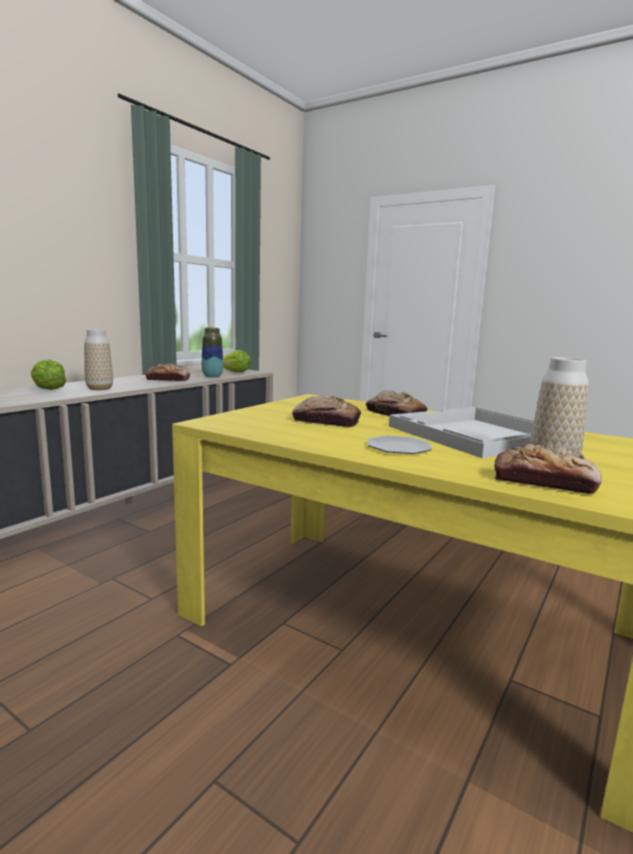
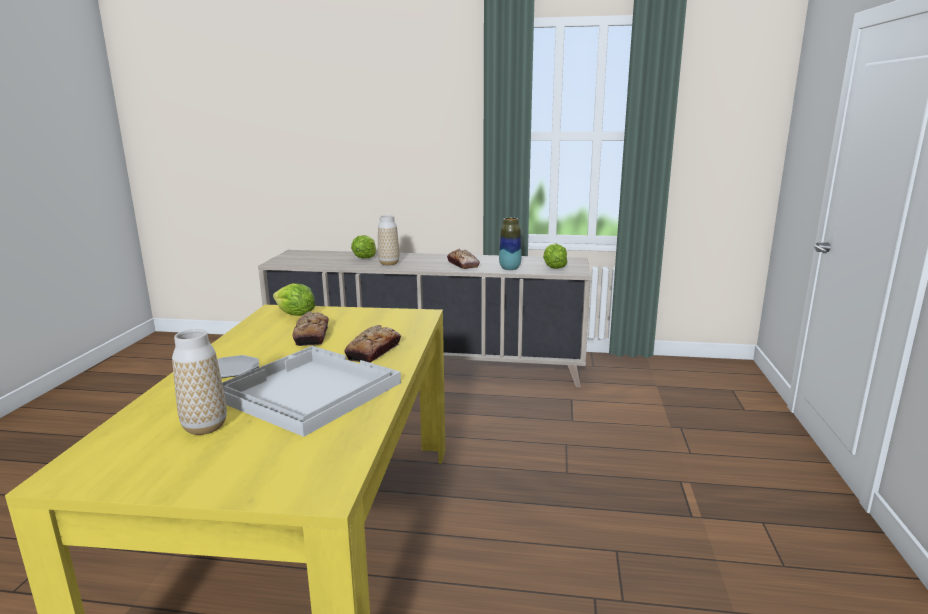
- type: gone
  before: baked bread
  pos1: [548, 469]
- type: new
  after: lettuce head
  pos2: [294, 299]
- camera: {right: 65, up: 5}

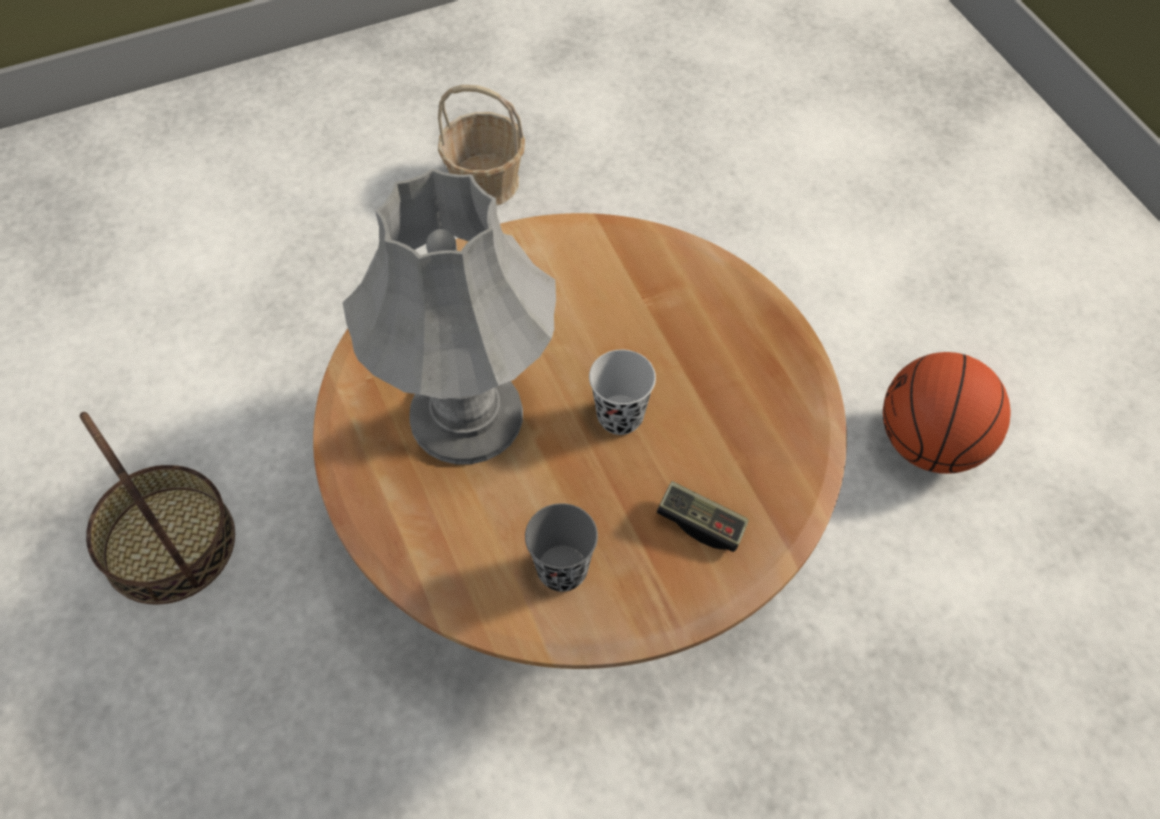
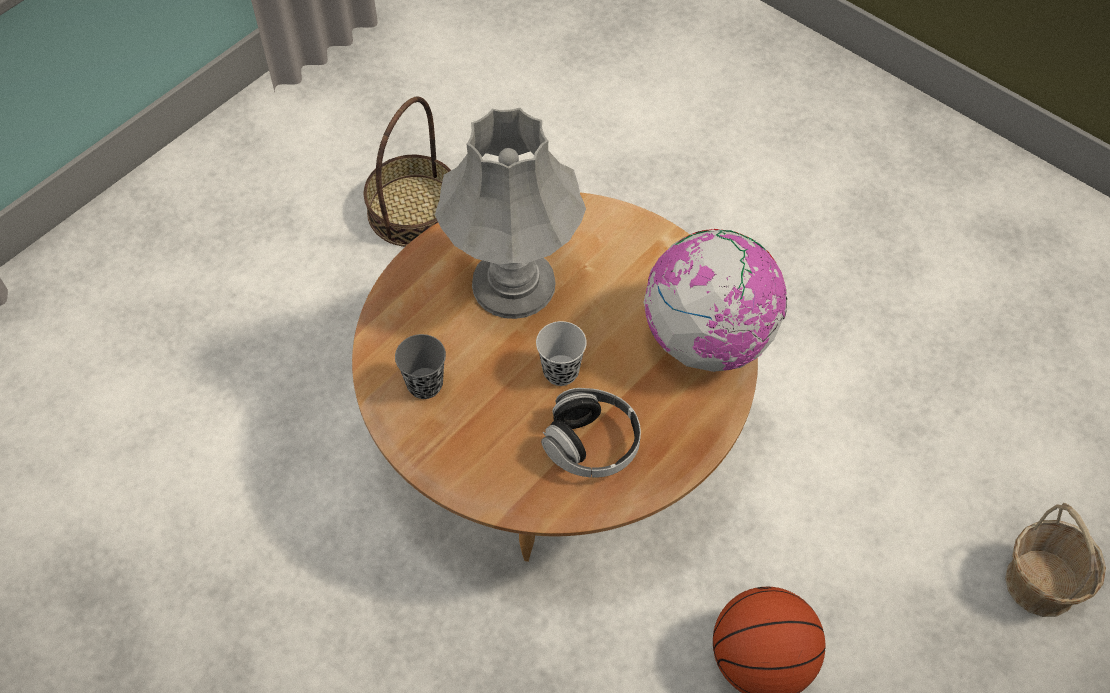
- type: gone
  before: joypad
  pos1: [703, 516]
- type: new
  after: headphones
  pos2: [591, 433]
- type: new
  after: globe
  pos2: [715, 300]
- type: shifted
  before: household basket
  pos1: [481, 145]
  pos2: [1055, 560]
- camera: {right: 65, up: 0}

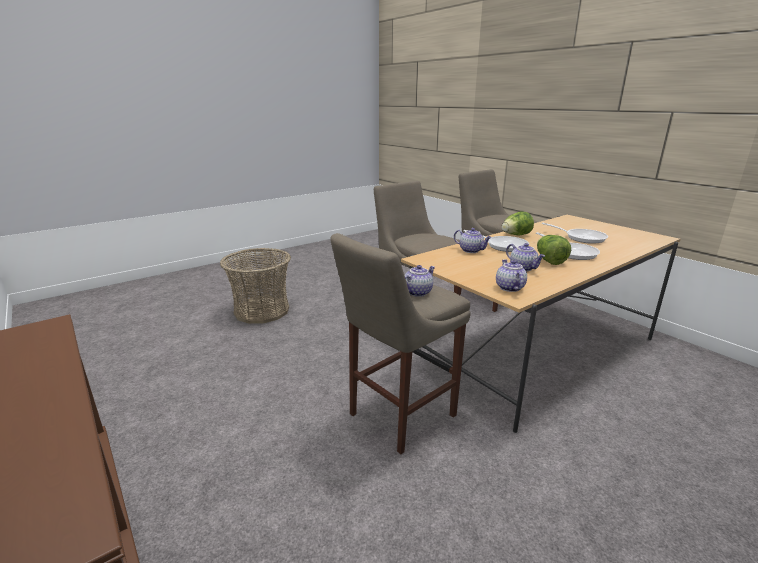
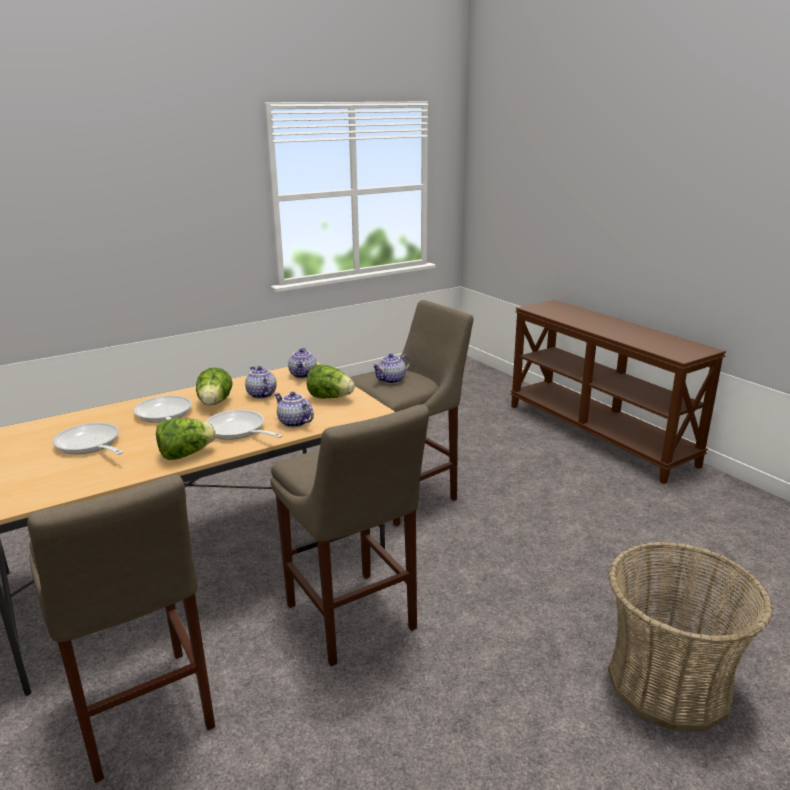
- type: new
  after: lettuce head
  pos2: [331, 381]
- camera: {right: -175, up: 0}

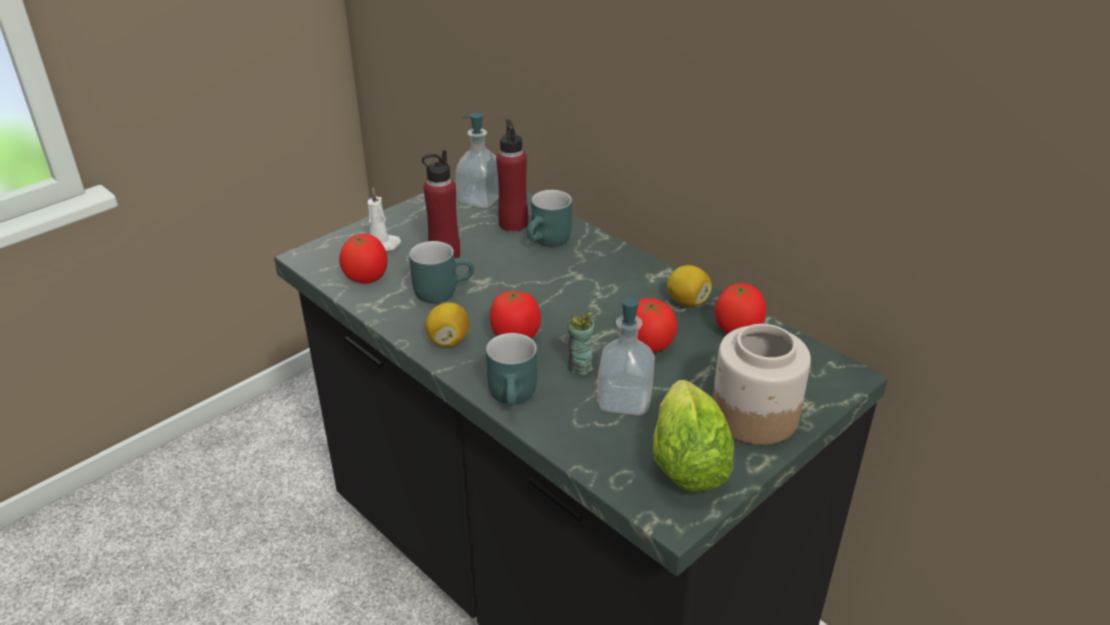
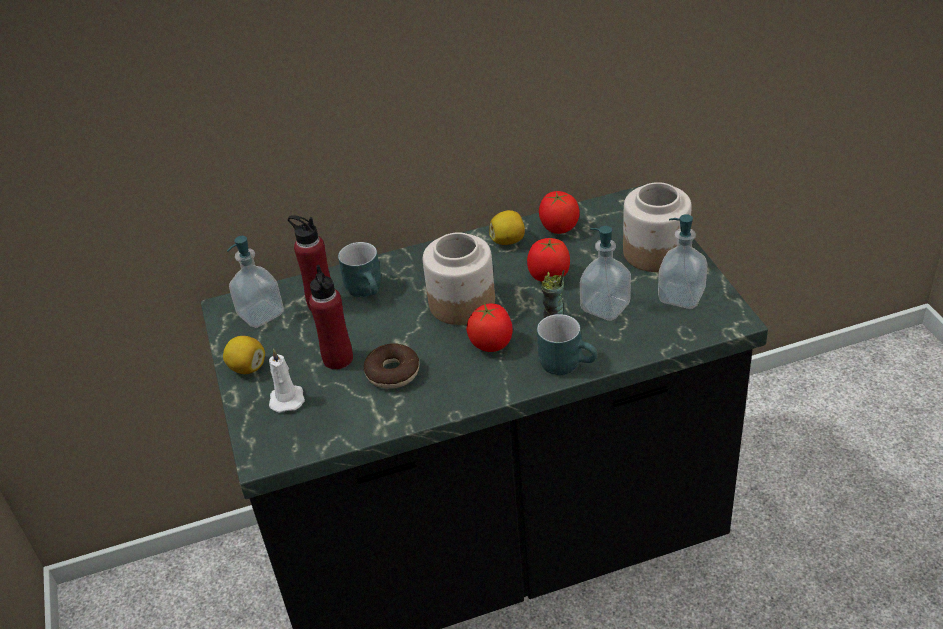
- type: gone
  before: fresh tomato
  pos1: [363, 258]
- type: new
  after: preserve jar
  pos2: [459, 278]
- type: shifted
  before: lemon
  pos1: [447, 324]
  pos2: [244, 355]
- type: swapped
  before: mug (turquoise-coloured)
  after: ring doughnut
  pos1: [441, 272]
  pos2: [391, 366]
- type: swapped
  before: lettuce head
  after: soap bottle
  pos1: [693, 436]
  pos2: [682, 261]
- camera: {right: -60, up: 5}

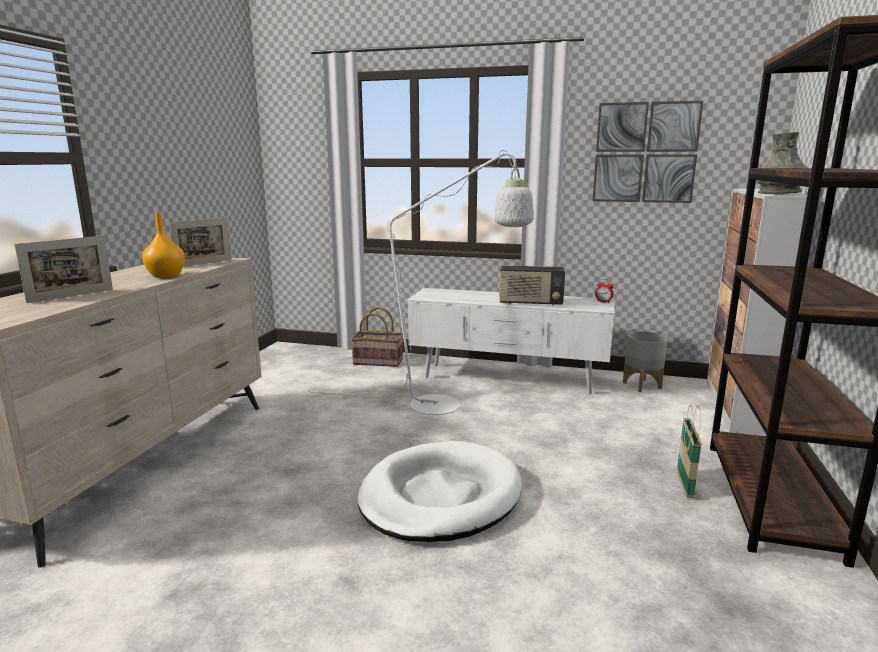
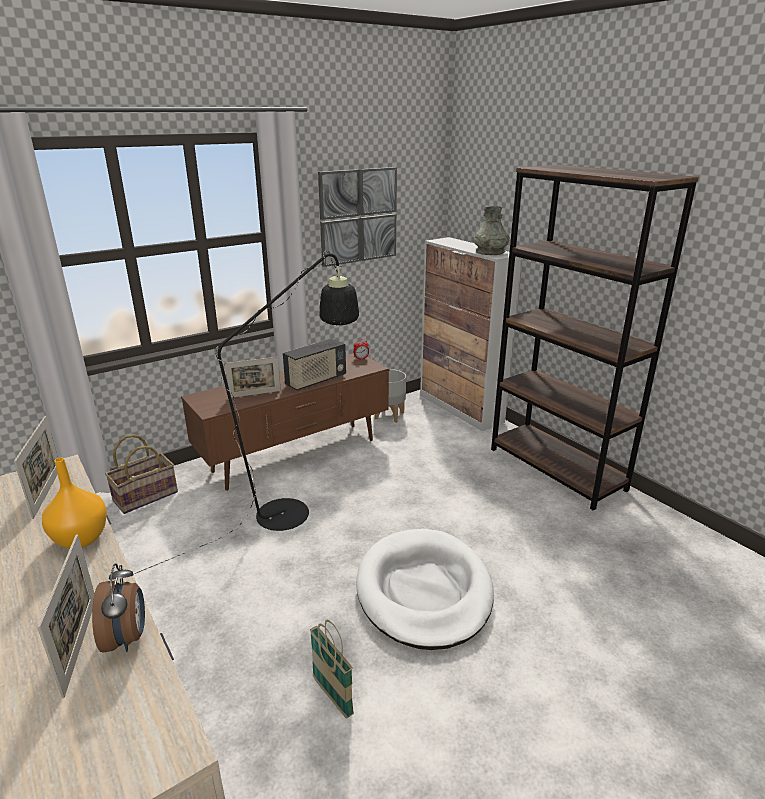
- type: new
  after: bedside clock
  pos2: [118, 608]
- type: new
  after: photo frame
  pos2: [252, 377]
- type: shifted
  before: household basket
  pos1: [689, 451]
  pos2: [332, 669]
- type: repainted
  before: standard lamp (white)
  after: standard lamp (black)
  pos1: [420, 282]
  pos2: [247, 412]
- type: repainted
  before: media console (white)
  after: media console (brown)
  pos1: [511, 341]
  pos2: [285, 422]
- camera: {right: -50, up: 10}

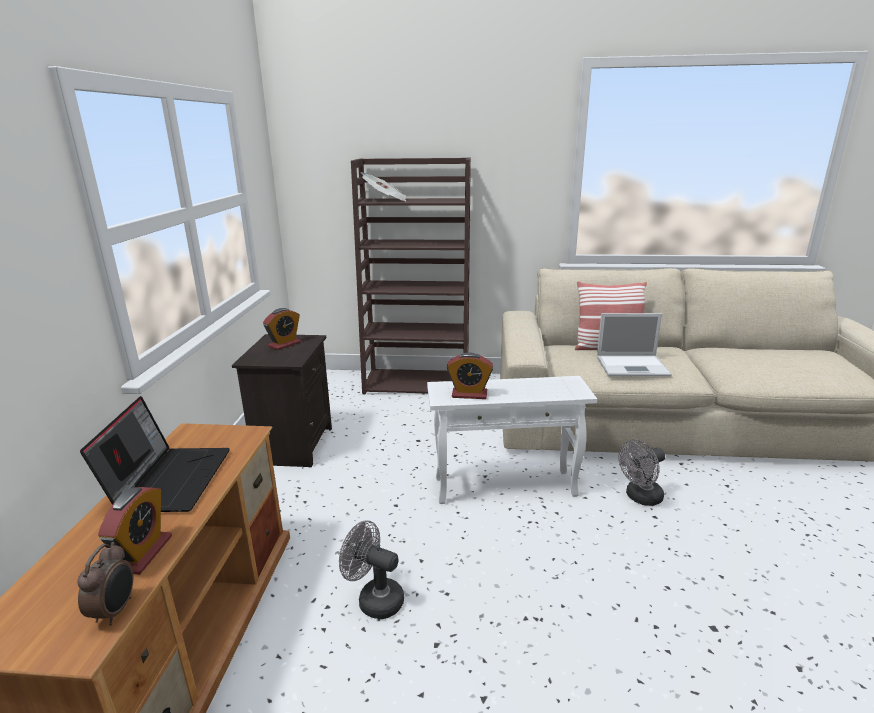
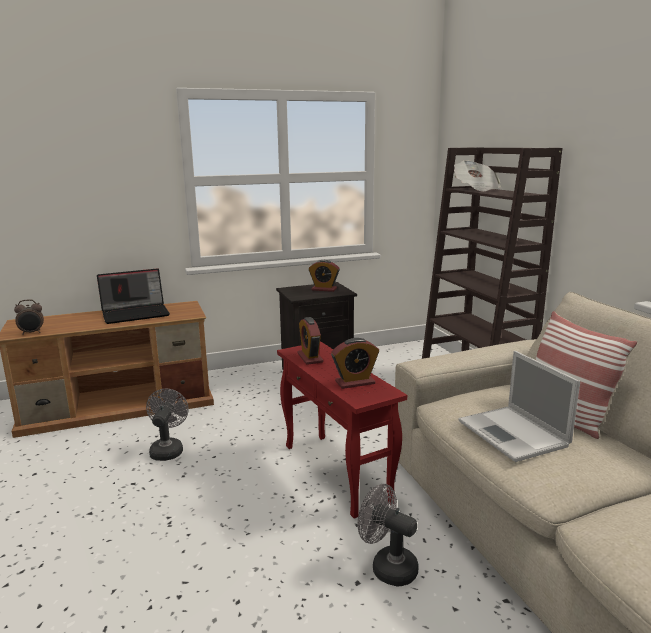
- type: shifted
  before: bedside clock
  pos1: [135, 531]
  pos2: [355, 363]
- type: repainted
  before: accent table (white)
  after: accent table (red)
  pos1: [512, 440]
  pos2: [342, 429]
- camera: {right: 65, up: -5}

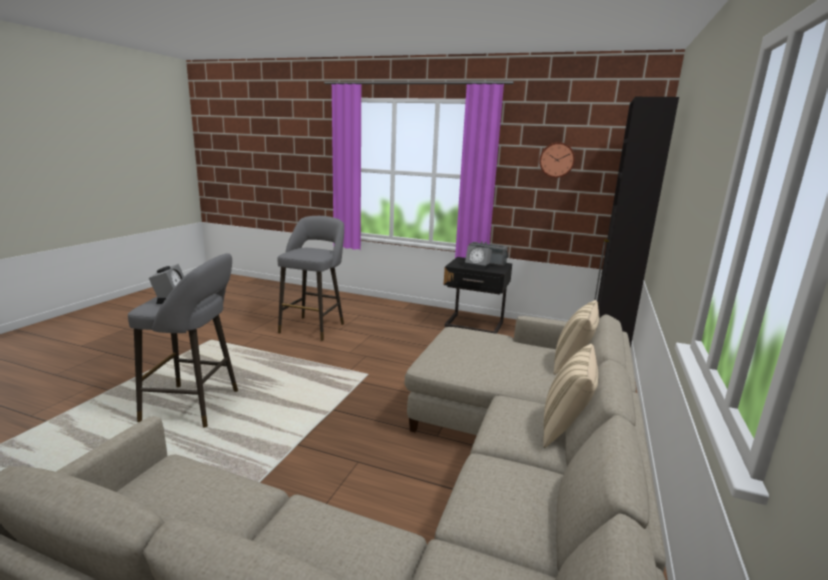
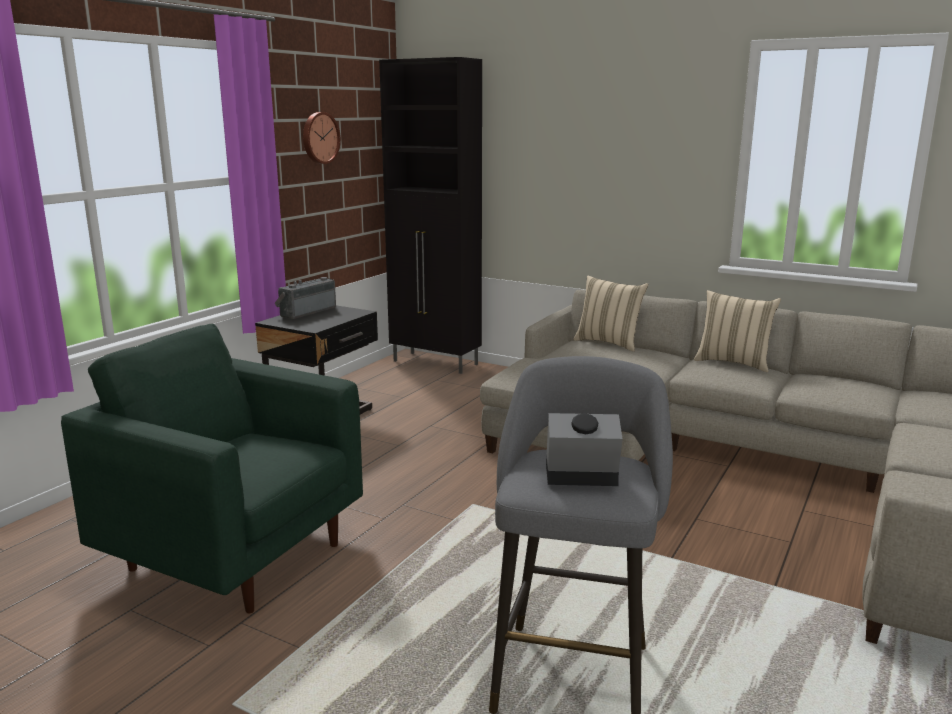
- type: gone
  before: bedside clock
  pos1: [478, 257]
- type: swapped
  before: stool seat (greyish)
  after: easy chair (green-coloured)
  pos1: [311, 278]
  pos2: [212, 468]
- camera: {right: -80, up: 0}

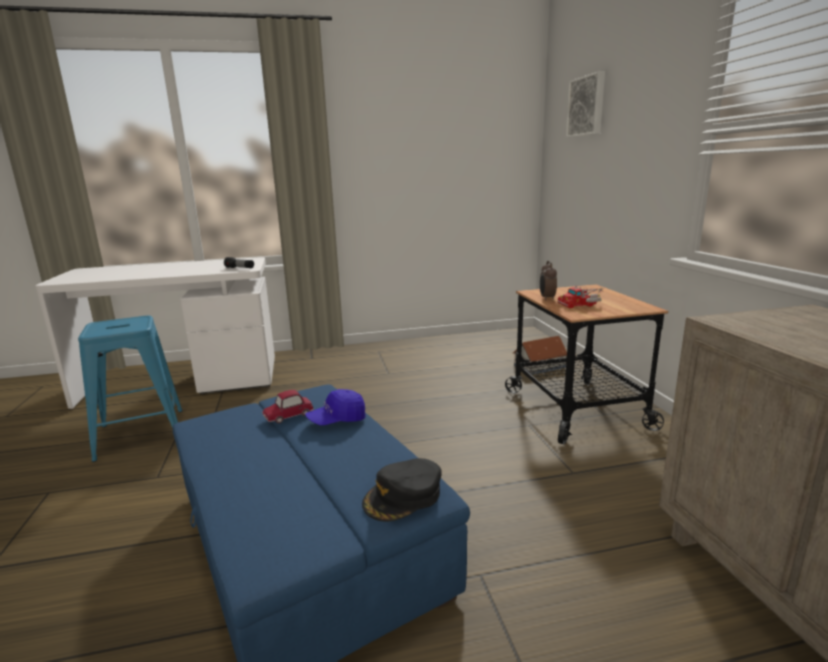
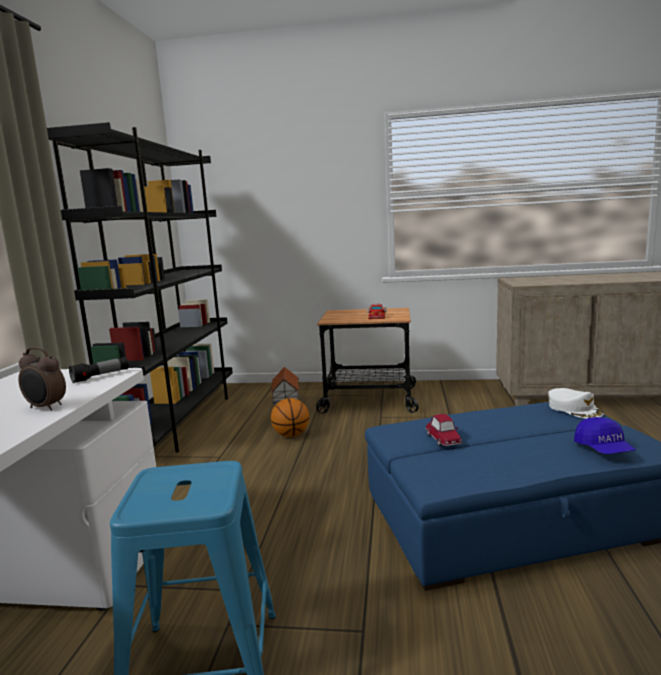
- type: gone
  before: picture
  pos1: [585, 104]
- type: new
  after: shelving unit (black)
  pos2: [140, 287]
- type: new
  after: ball for basketball
  pos2: [290, 417]
- type: shifted
  before: cap (blue)
  pos1: [335, 407]
  pos2: [605, 435]
- type: shifted
  before: bedside clock
  pos1: [548, 280]
  pos2: [42, 379]
- type: repainted
  before: cap (black)
  after: cap (white)
  pos1: [402, 490]
  pos2: [576, 403]
- camera: {right: -70, up: -5}

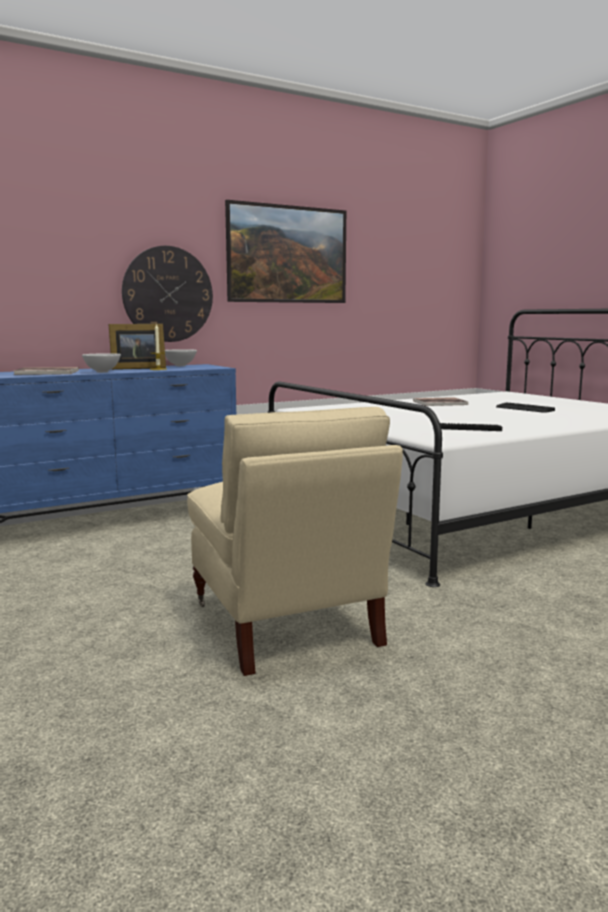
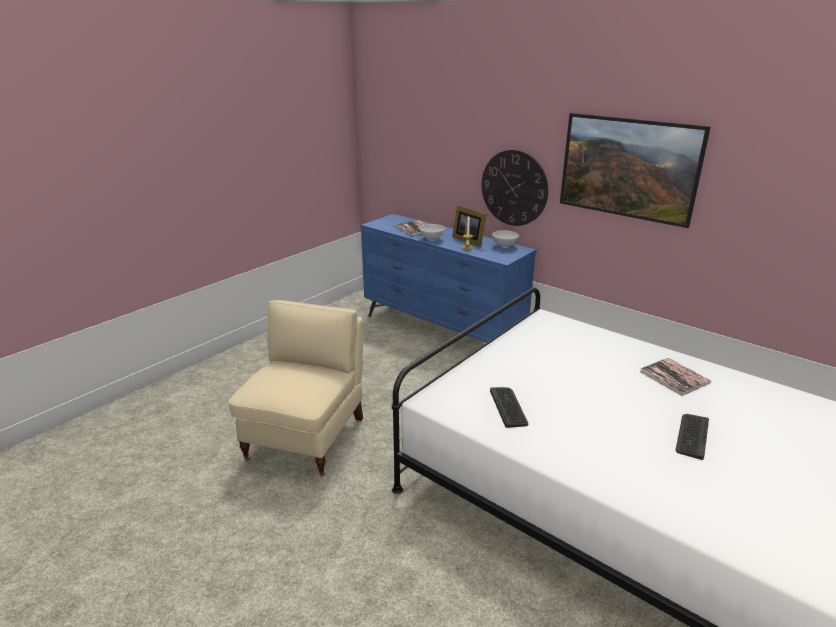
- type: rotated
  before: easy chair (beige)
  pos1: [295, 541]
  pos2: [295, 388]
  turn: 150
- camera: {right: 70, up: 15}

